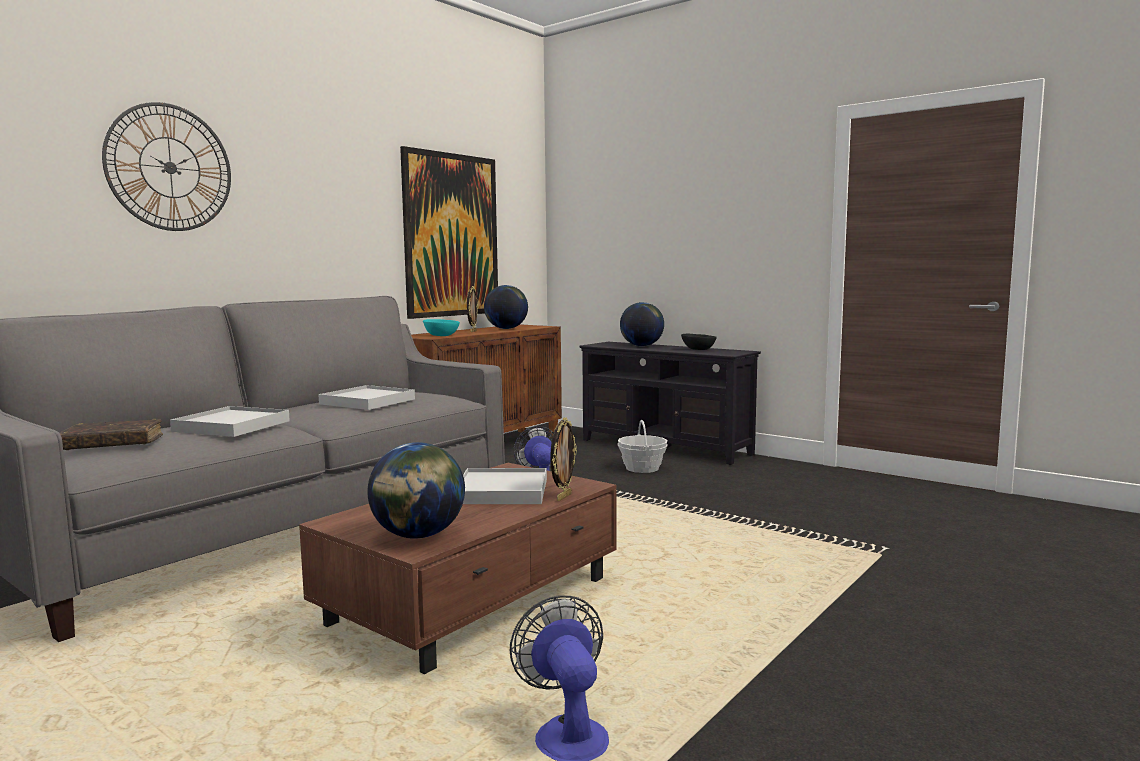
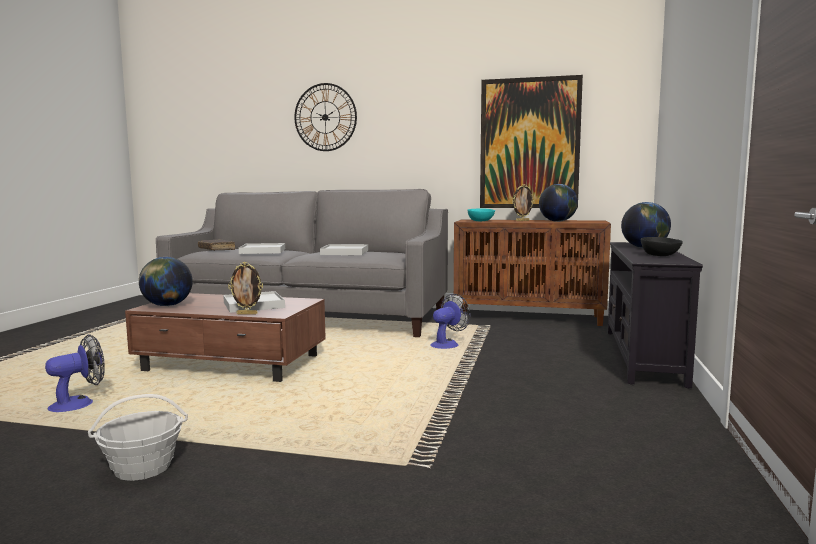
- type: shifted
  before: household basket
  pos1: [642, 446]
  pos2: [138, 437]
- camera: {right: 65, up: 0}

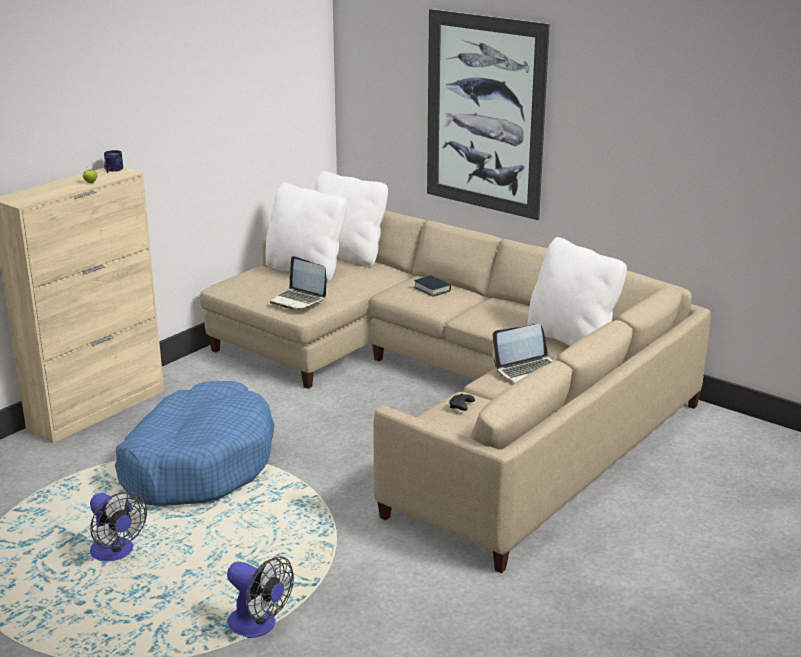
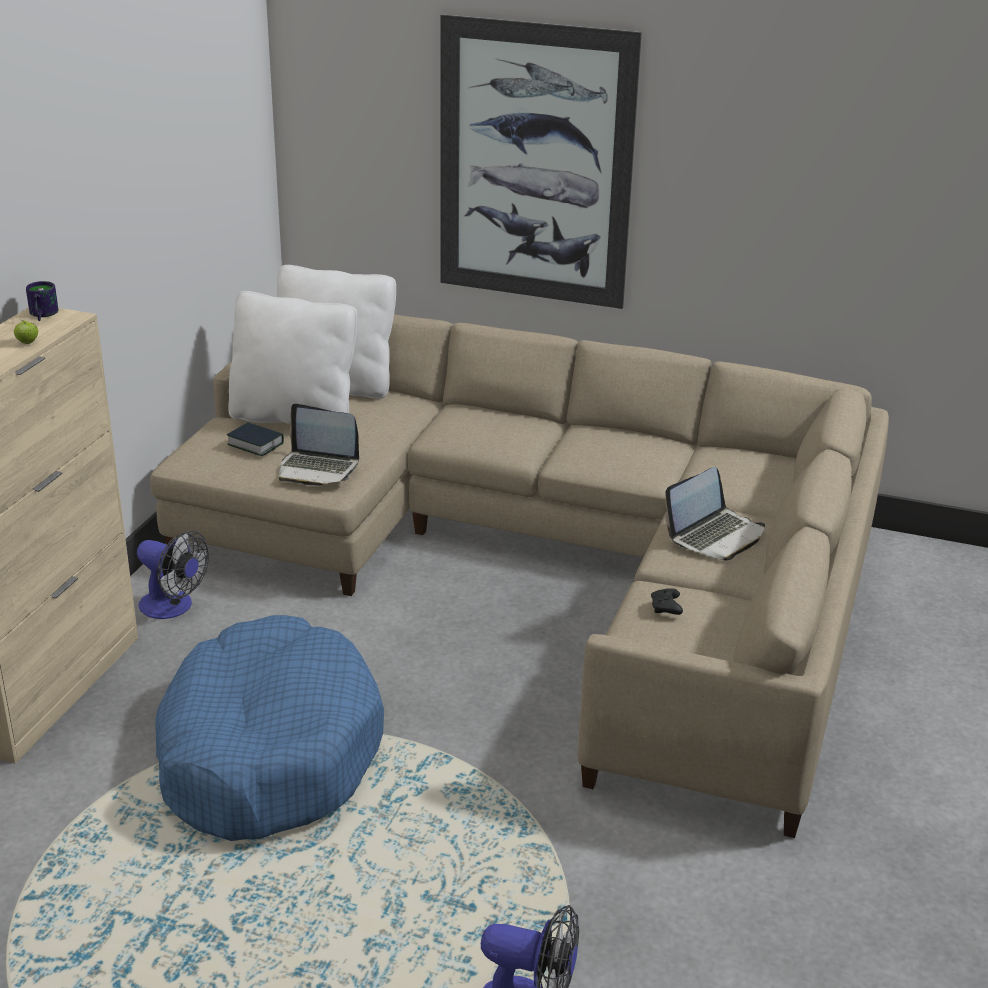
- type: gone
  before: cushion (white)
  pos1: [577, 291]
- type: shifted
  before: electric fan
  pos1: [118, 527]
  pos2: [173, 575]
- type: shifted
  before: volume
  pos1: [432, 286]
  pos2: [255, 439]
- camera: {right: -20, up: 5}

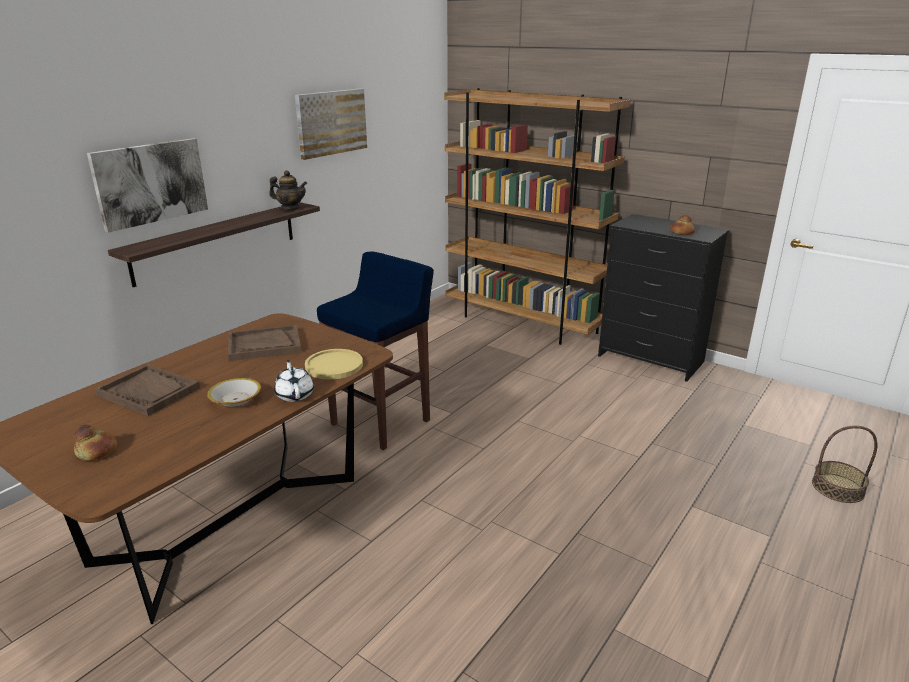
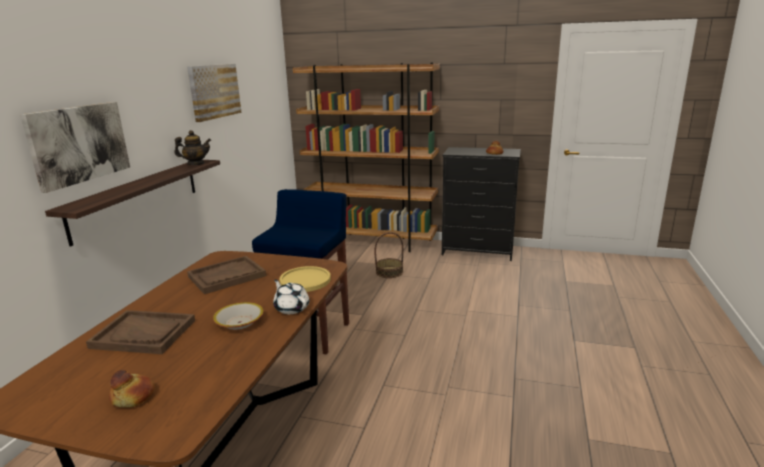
- type: shifted
  before: household basket
  pos1: [844, 464]
  pos2: [388, 255]
- camera: {right: -20, up: -5}

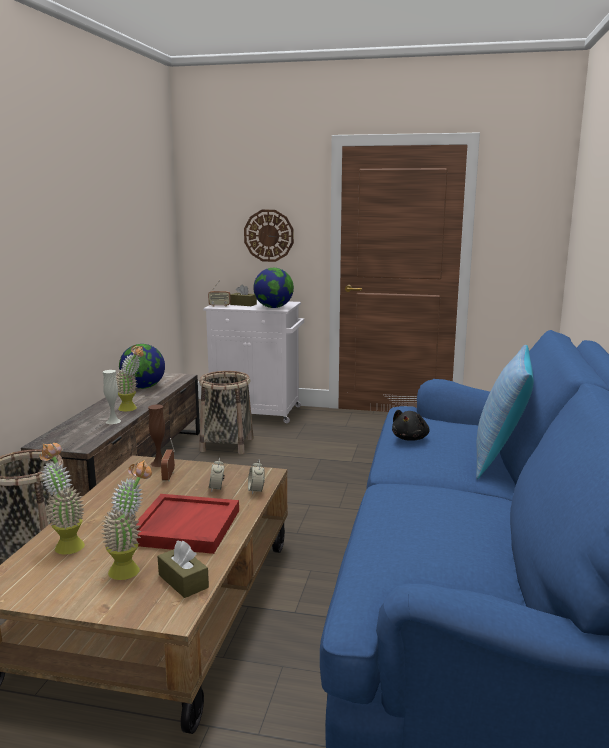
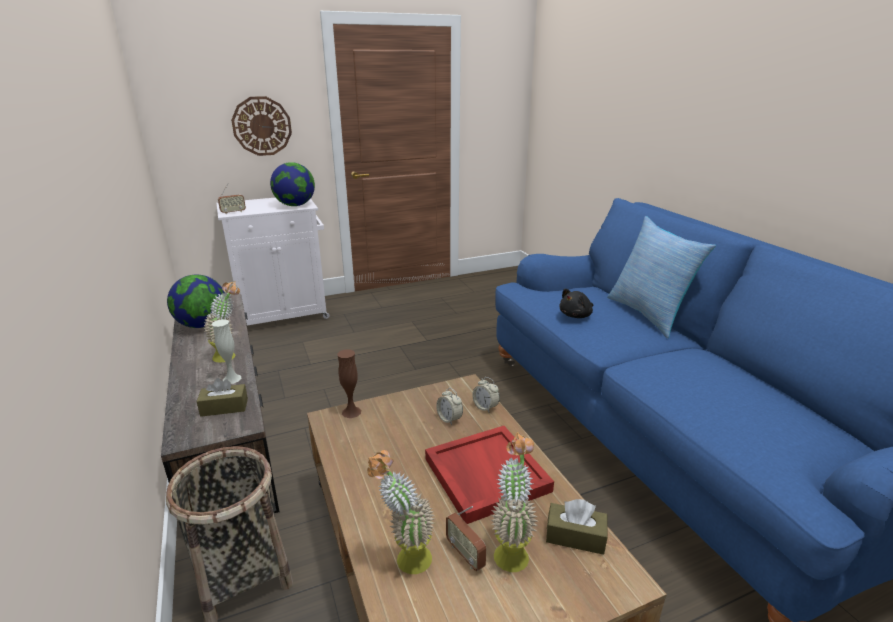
- type: gone
  before: household basket
  pos1: [226, 412]
- type: shifted
  before: radio receiver
  pos1: [168, 460]
  pos2: [466, 538]
- type: shifted
  before: tissue box (brown)
  pos1: [243, 295]
  pos2: [222, 397]
- type: rotated
  before: plush toy (black)
  pos1: [411, 425]
  pos2: [576, 303]
  turn: 60
- camera: {right: -35, up: 10}

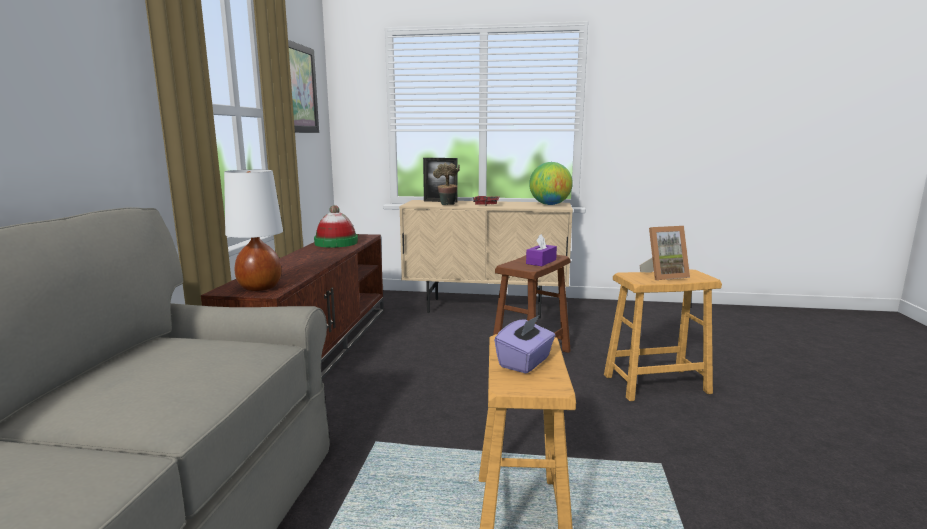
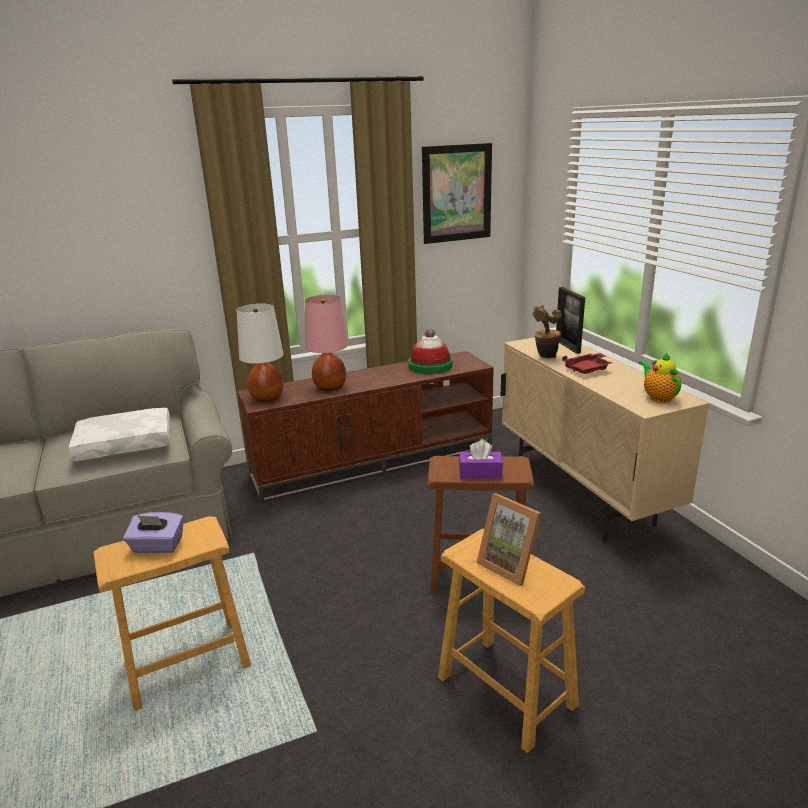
- type: new
  after: cushion (white)
  pos2: [119, 434]
- type: new
  after: lamp for a table (pinkish)
  pos2: [326, 343]
- type: swapped
  before: globe
  after: pot for tea
  pos1: [551, 183]
  pos2: [660, 377]
- camera: {right: 60, up: 10}

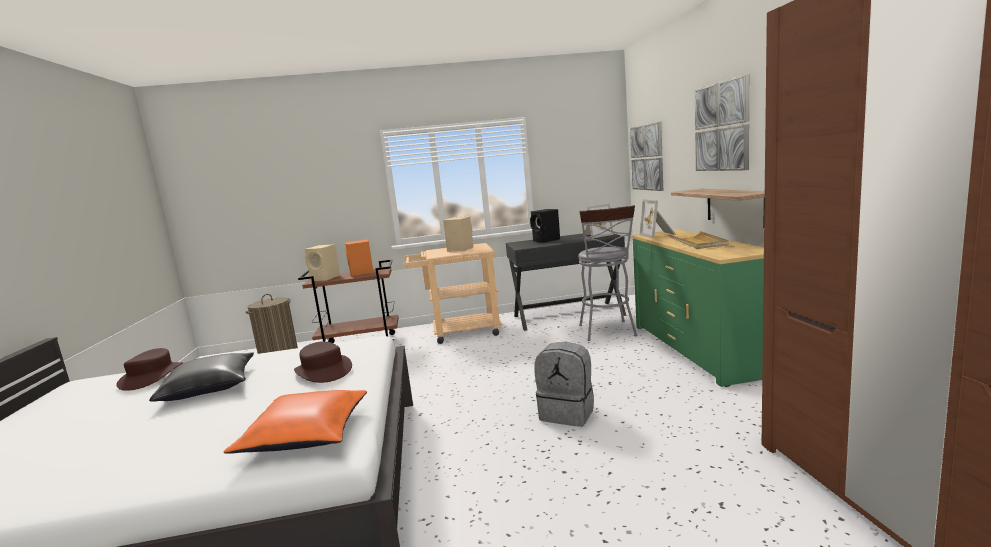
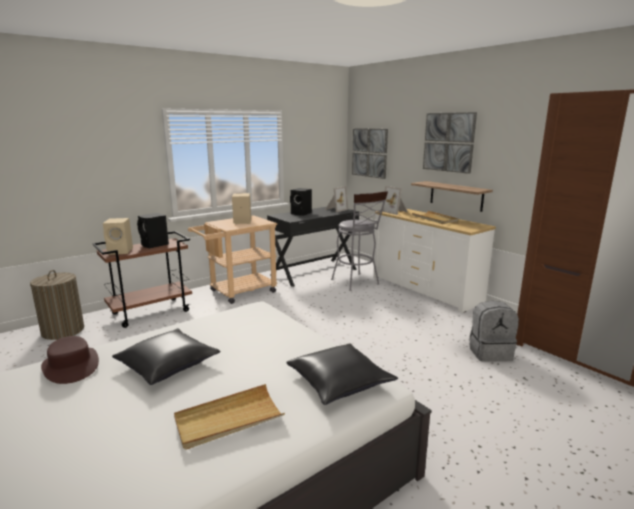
- type: gone
  before: wearable hat (brown)
  pos1: [323, 362]
- type: new
  after: carrying tray (beige)
  pos2: [229, 417]
- type: shifted
  before: rucksack (greyish)
  pos1: [564, 384]
  pos2: [494, 331]
- type: repainted
  before: cushion (orange-coloured)
  after: cushion (black)
  pos1: [295, 422]
  pos2: [342, 374]
- type: repainted
  before: audio speaker (orange-coloured)
  after: audio speaker (black)
  pos1: [359, 257]
  pos2: [153, 230]
- type: repainted
  before: dresser (green-coloured)
  after: dresser (white)
  pos1: [698, 308]
  pos2: [434, 261]
- camera: {right: -30, up: 5}

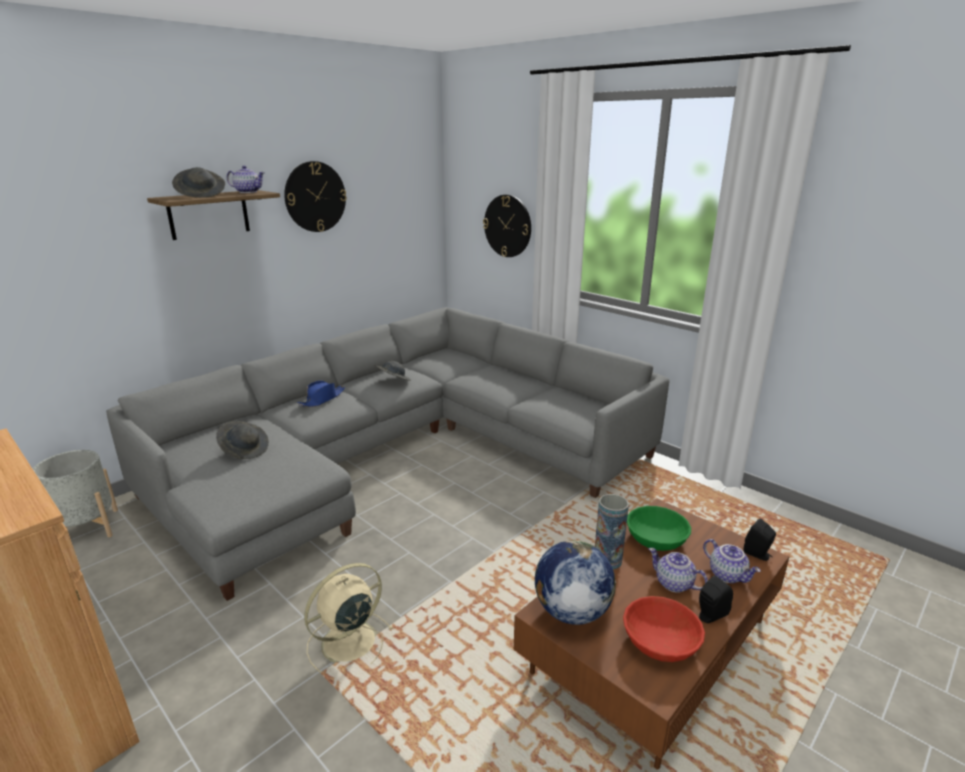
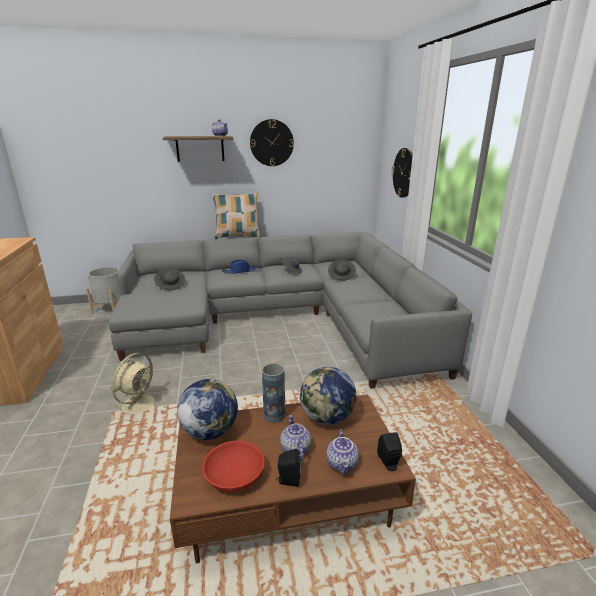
- type: new
  after: cushion
  pos2: [236, 215]
- type: shifted
  before: wearable hat (greyish)
  pos1: [198, 182]
  pos2: [342, 270]
- type: swapped
  before: serving bowl (green-coloured)
  after: globe
  pos1: [659, 528]
  pos2: [328, 395]
- type: rotated
  before: electric fan (beige)
  pos1: [348, 618]
  pos2: [138, 386]
  turn: 120
- camera: {right: 35, up: 0}

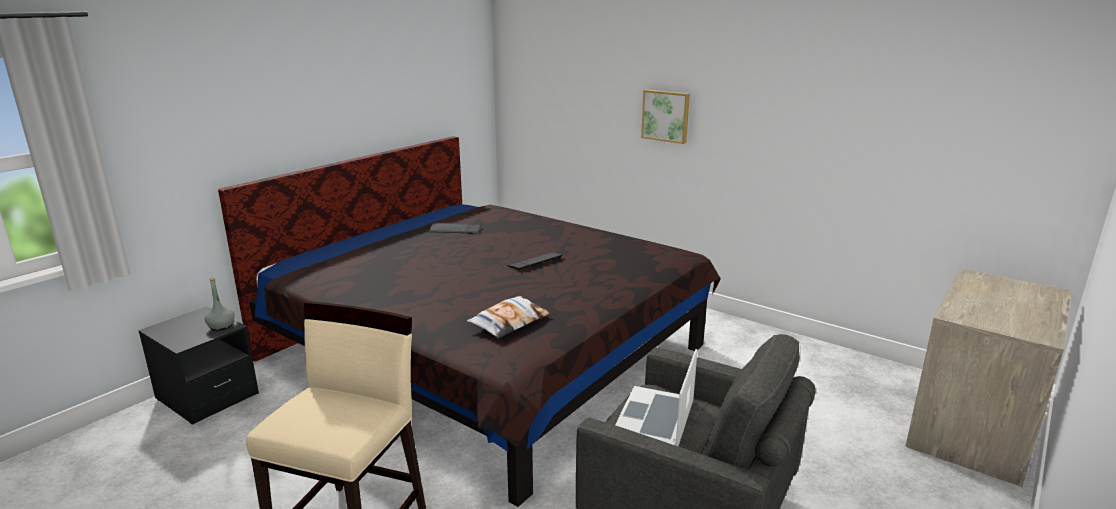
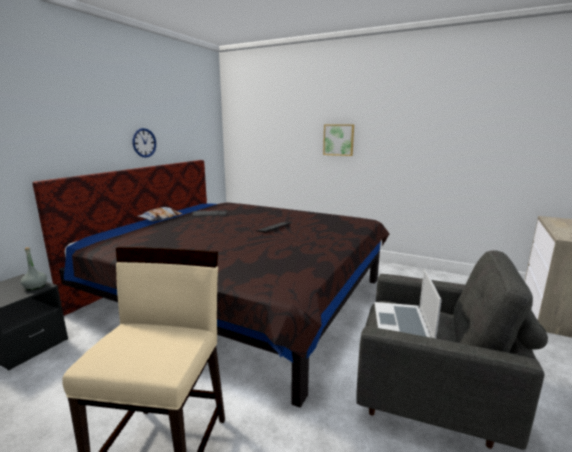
- type: new
  after: hanging clock
  pos2: [144, 143]
- type: shifted
  before: cushion
  pos1: [508, 317]
  pos2: [160, 214]
- camera: {right: -10, up: -5}

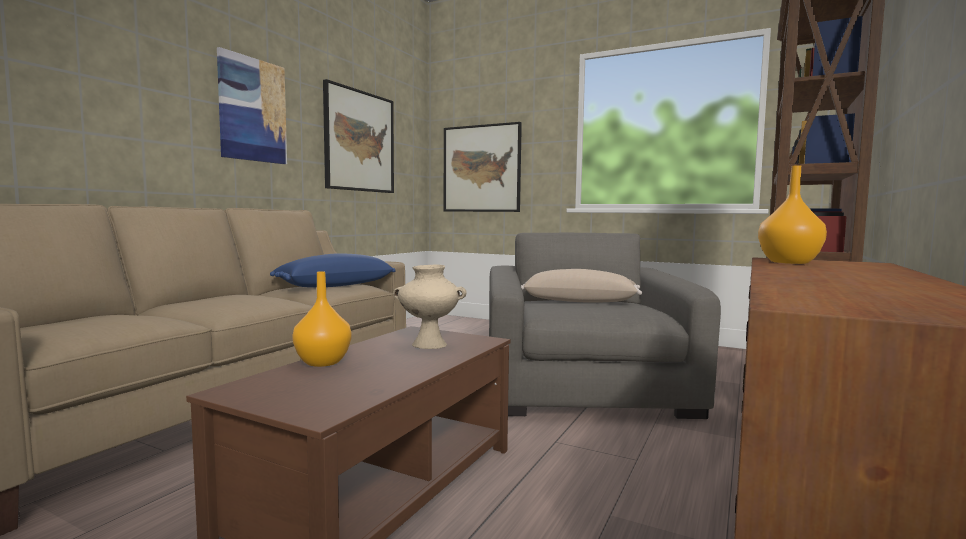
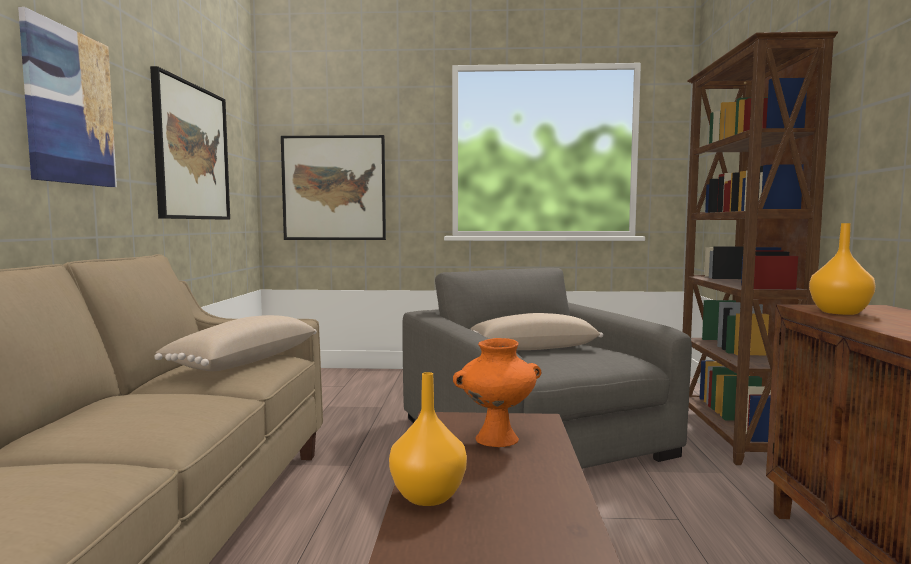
- type: repainted
  before: cushion (blue)
  after: cushion (beige)
  pos1: [333, 270]
  pos2: [235, 343]
- type: repainted
  before: vase (beige)
  after: vase (orange-coloured)
  pos1: [430, 306]
  pos2: [497, 392]
- camera: {right: -25, up: 0}

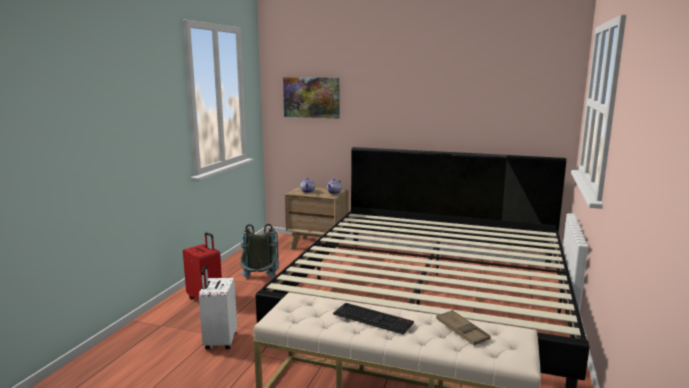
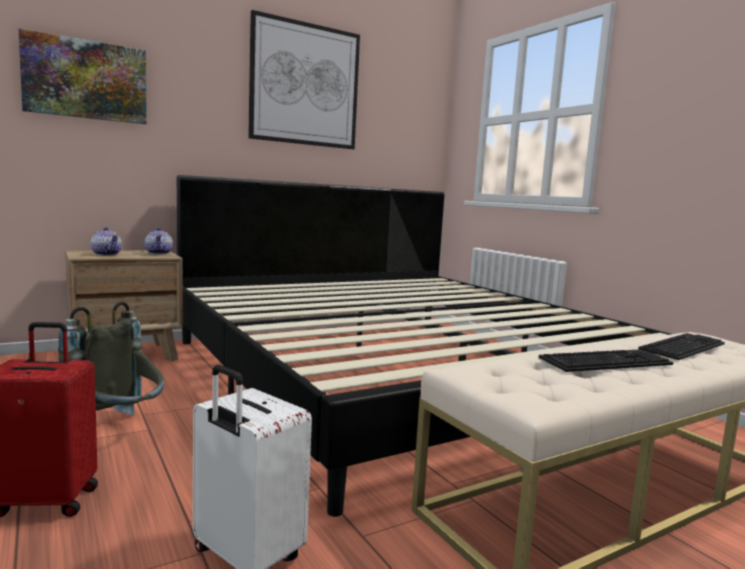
- type: new
  after: picture
  pos2: [304, 79]
- type: swapped
  before: carrying tray (brown)
  after: keyboard
  pos1: [463, 327]
  pos2: [681, 346]
- camera: {right: -50, up: -5}

